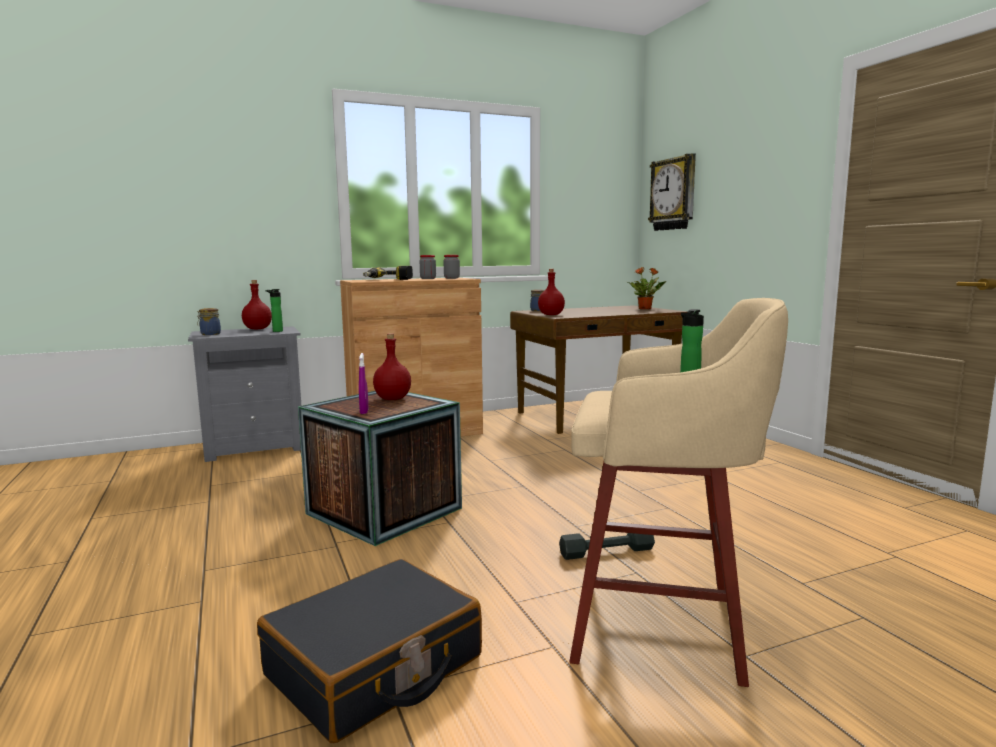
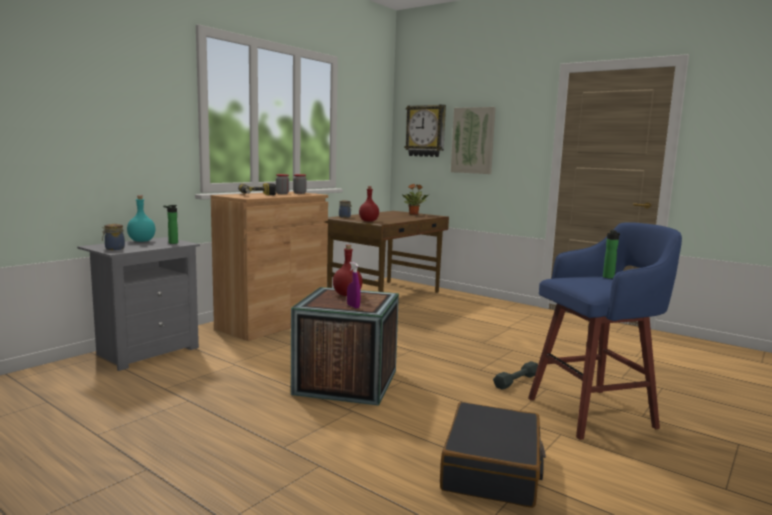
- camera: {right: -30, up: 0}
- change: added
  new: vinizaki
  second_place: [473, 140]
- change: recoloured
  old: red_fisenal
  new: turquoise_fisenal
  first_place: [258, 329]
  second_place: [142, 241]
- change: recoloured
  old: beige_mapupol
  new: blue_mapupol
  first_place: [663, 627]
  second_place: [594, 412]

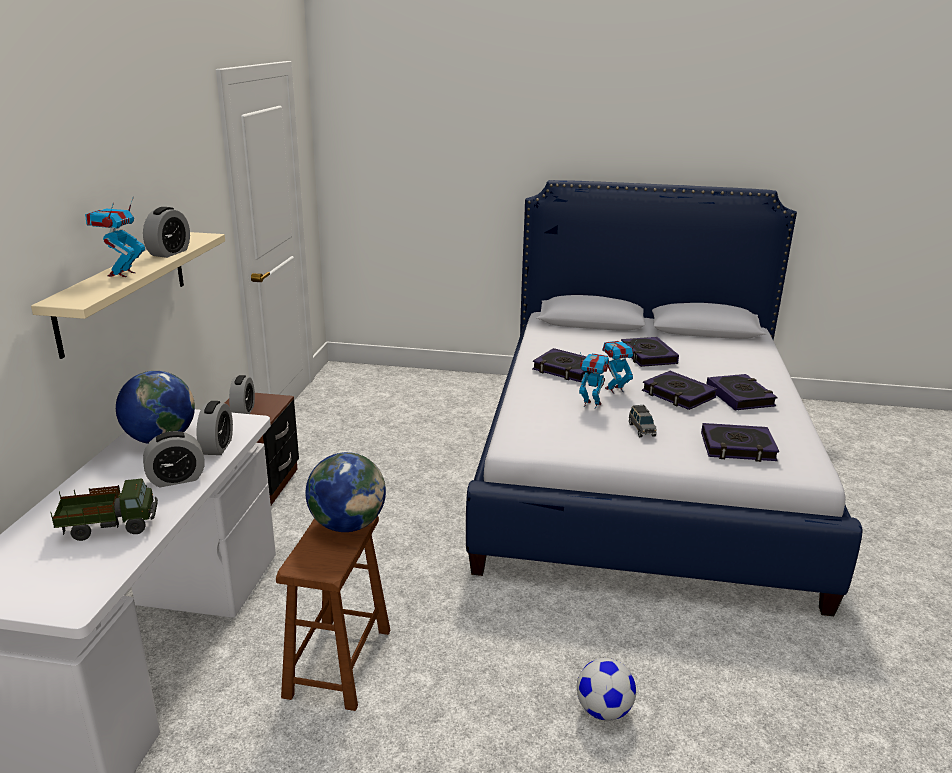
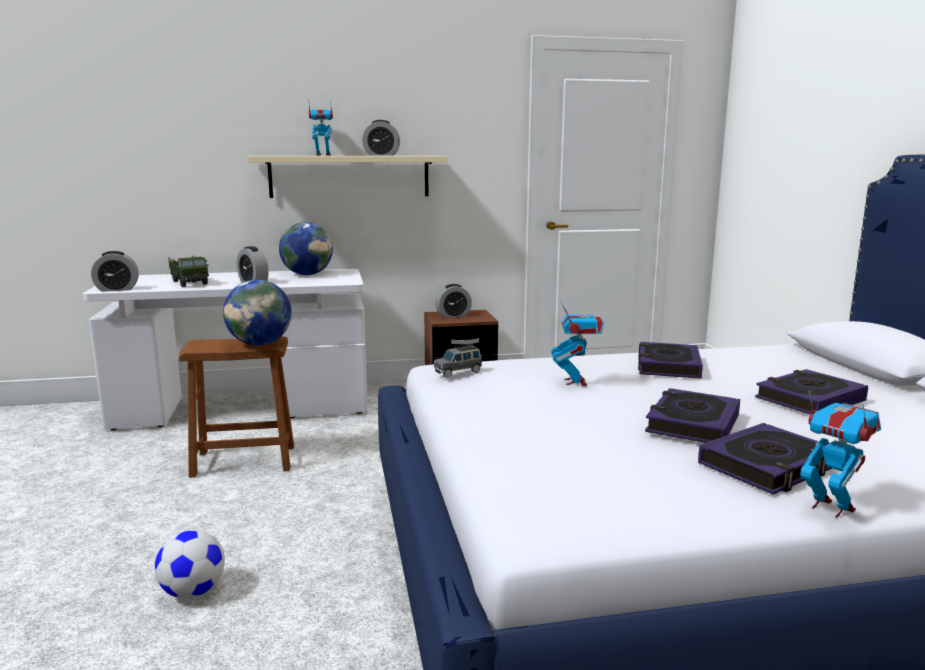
- camera: {right: 70, up: -10}
- change: removed
  old: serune
  first_place: [737, 447]
- change: moved
  old: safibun
  first_place: [217, 447]
  second_place: [117, 289]
- change: moved
  old: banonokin
  first_place: [615, 389]
  second_place: [831, 507]
- change: moved
  old: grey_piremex
  first_place: [641, 429]
  second_place: [458, 372]

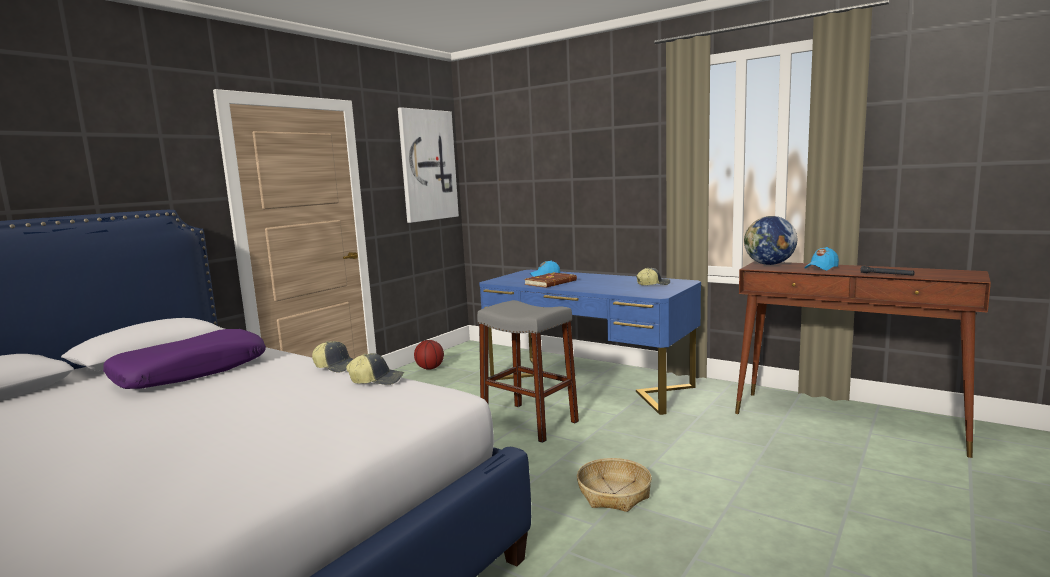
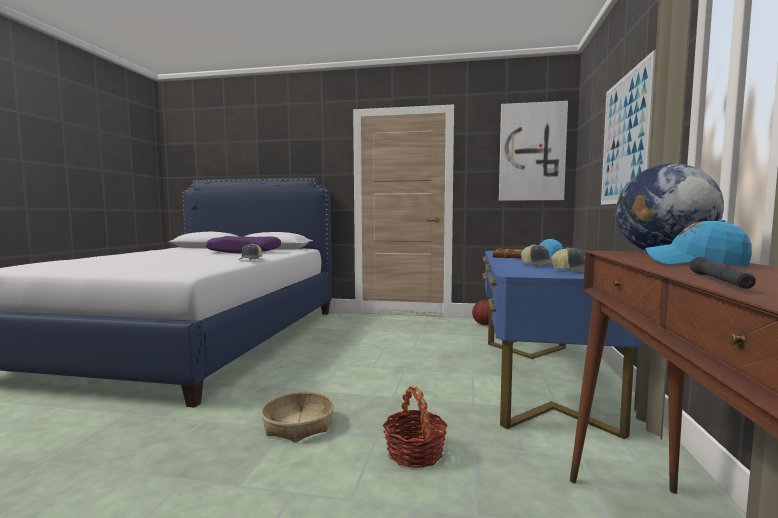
- camera: {right: 65, up: -5}
- change: removed
  old: grey_mapupol
  first_place: [529, 422]
- change: added
  new: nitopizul
  second_place: [415, 453]
- change: added
  new: vinizaki
  second_place: [625, 139]
- change: moved
  old: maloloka
  first_place: [377, 380]
  second_place: [539, 265]

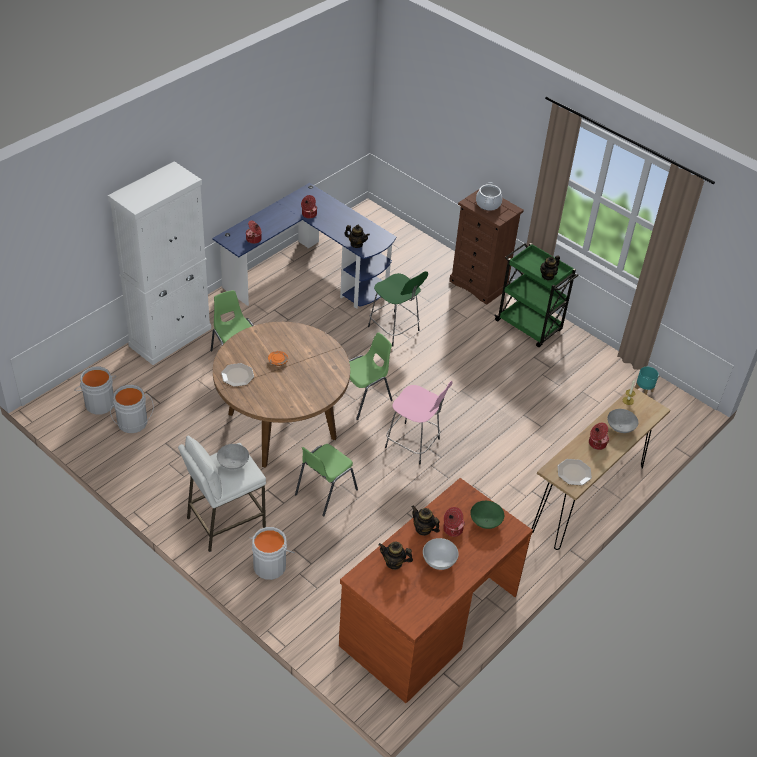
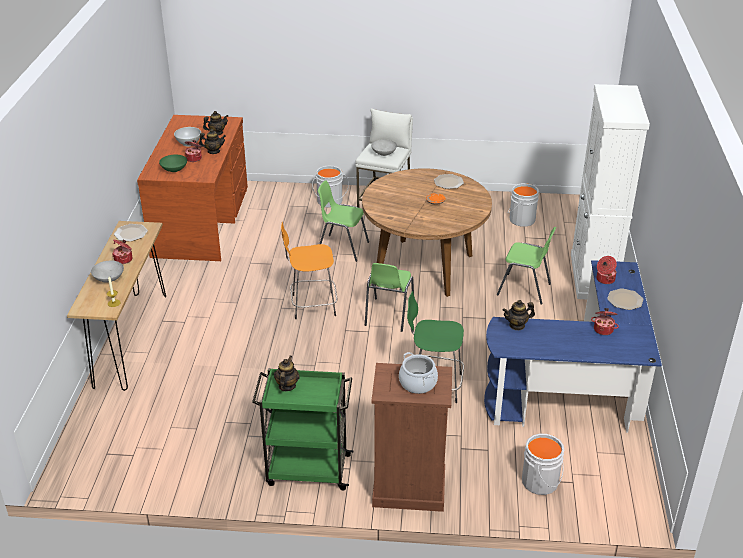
- camera: {right: 145, up: -10}
- change: removed
  old: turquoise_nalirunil
  first_place: [643, 391]
- change: added
  new: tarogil
  second_place: [625, 300]
- change: moved
  old: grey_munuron
  first_place: [99, 403]
  second_place: [542, 482]
- change: recoloured
  old: pink_mapupol
  new: orange_mapupol
  first_place: [414, 444]
  second_place: [311, 305]
- change: turned
  old: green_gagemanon
  first_place: [325, 492]
  second_place: [342, 247]
  degrees: -75

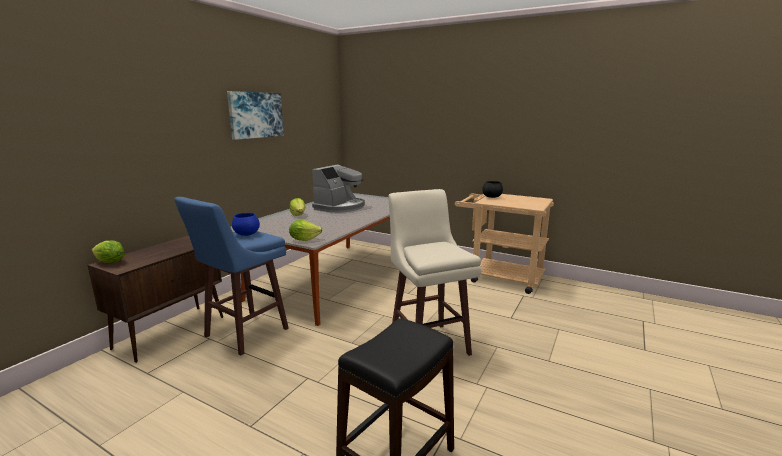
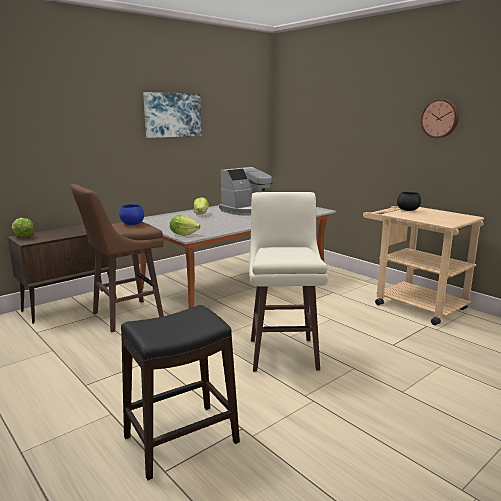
- camera: {right: 20, up: 0}
- change: added
  new: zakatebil
  second_place: [440, 118]
- change: recoloured
  old: blue_mapupol
  new: brown_mapupol
  first_place: [244, 333]
  second_place: [125, 316]

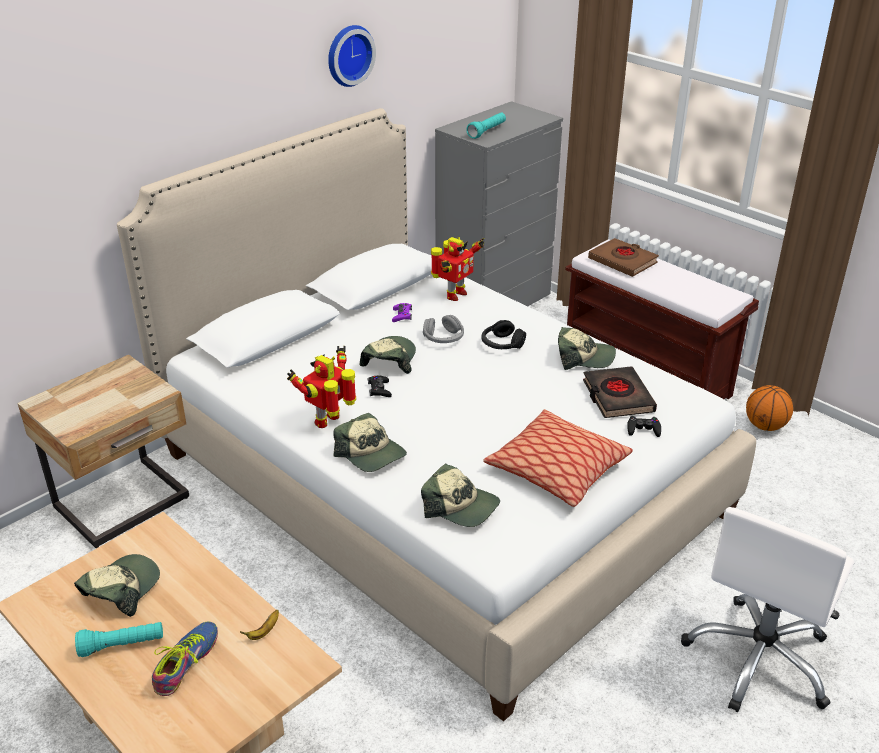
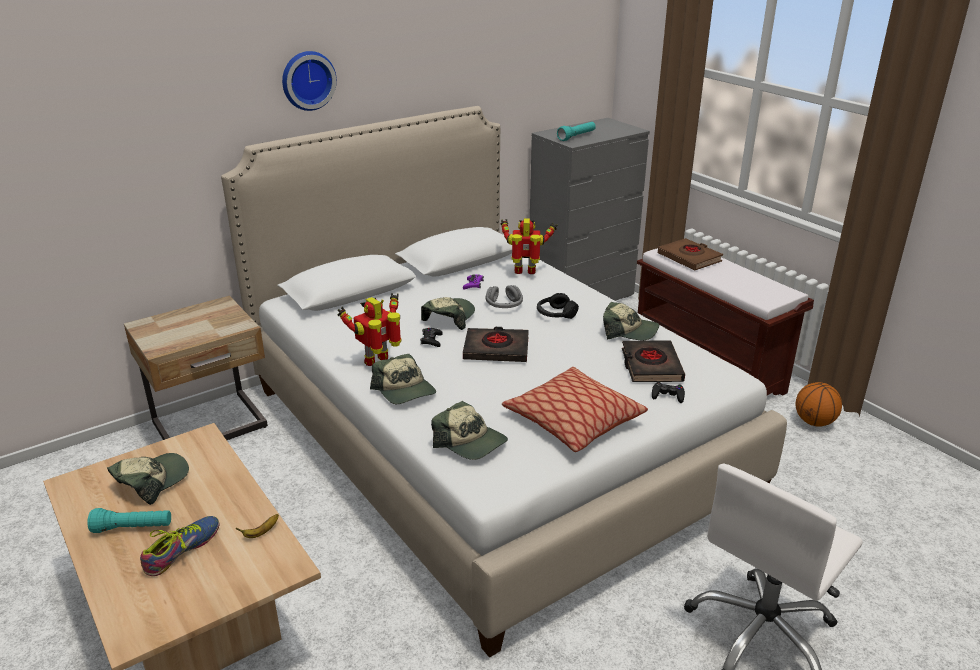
- camera: {right: 10, up: -5}
- change: added
  new: black_serune
  second_place: [496, 349]
- change: moved
  old: zakatebil
  first_place: [348, 55]
  second_place: [307, 80]
- change: turned
  old: banonokin
  first_place: [454, 295]
  second_place: [525, 273]
  degrees: -135

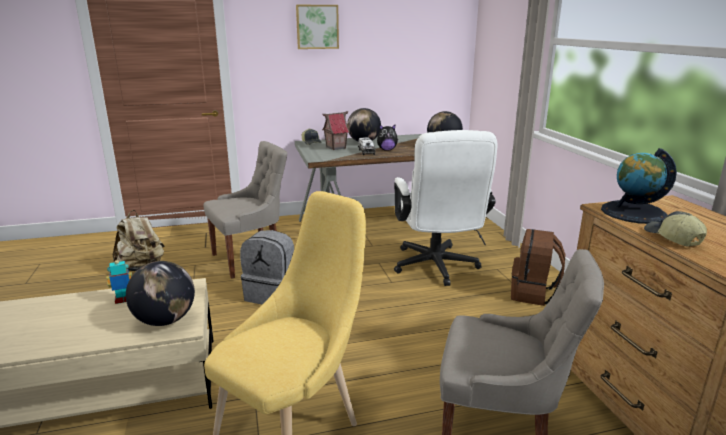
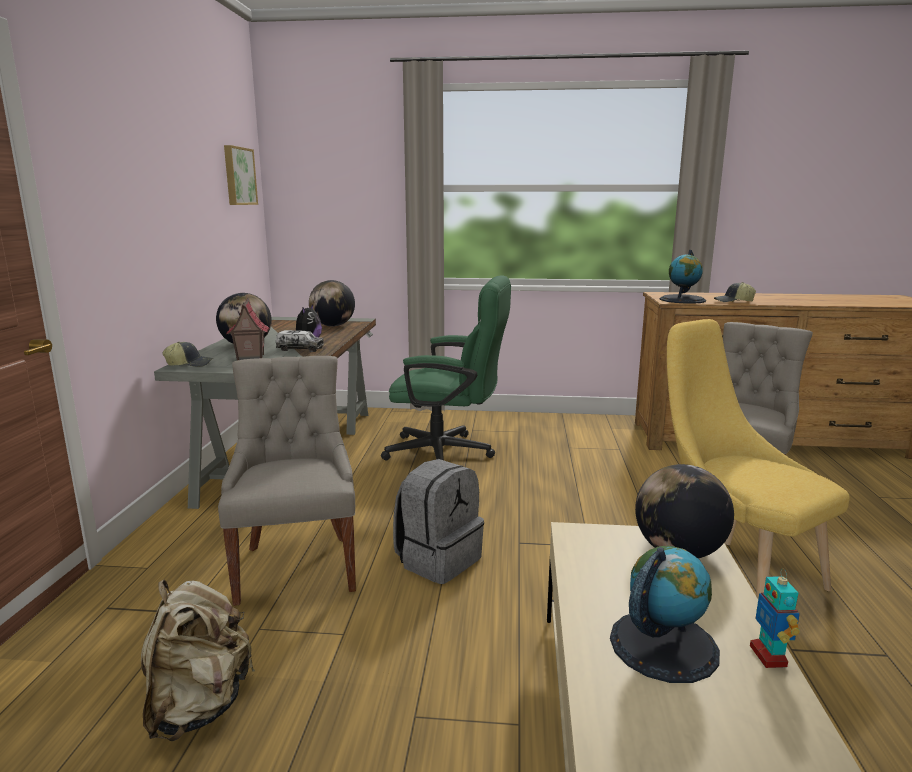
- camera: {right: -70, up: -5}
- change: removed
  old: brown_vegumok
  first_place: [533, 294]
- change: added
  new: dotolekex
  second_place: [663, 645]
- change: moved
  old: banonokin
  first_place: [124, 300]
  second_place: [769, 656]
- change: moved
  old: vinizaki
  first_place: [317, 27]
  second_place: [238, 176]
- change: recoloured
  old: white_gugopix
  new: green_gugopix
  first_place: [436, 268]
  second_place: [449, 453]

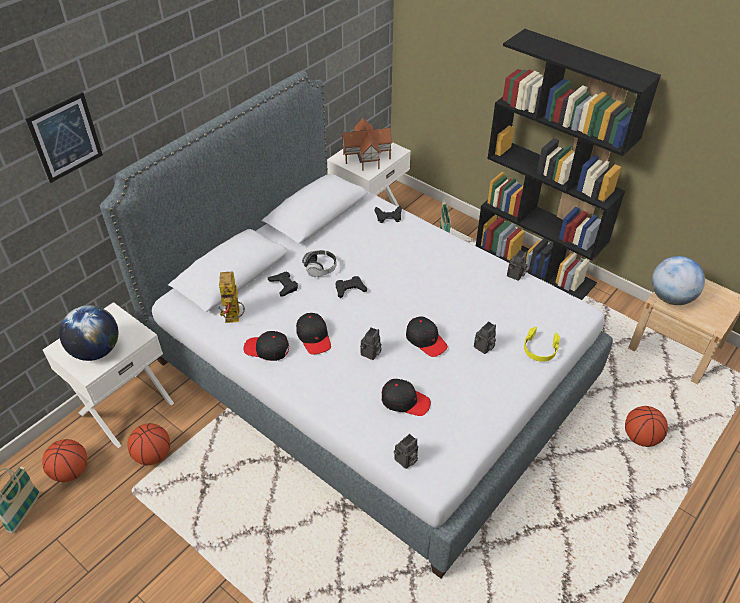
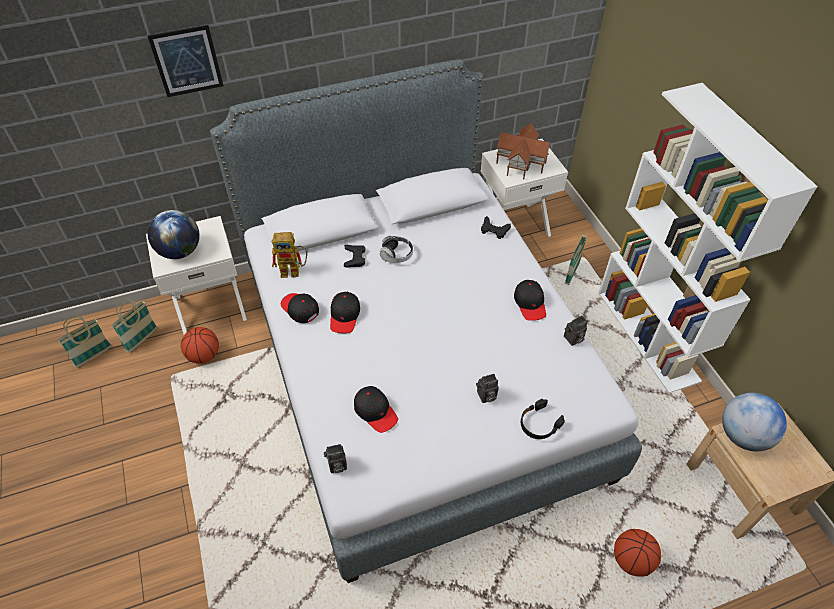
- camera: {right: 30, up: 5}
- change: removed
  old: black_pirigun
  first_place: [350, 289]
- change: removed
  old: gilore
  first_place: [371, 354]
- change: moved
  old: black_maloloka
  first_place: [426, 340]
  second_place: [530, 303]
- change: replaced
  old: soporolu
  new: nitopizul
  first_place: [71, 472]
  second_place: [142, 339]
- change: recoloured
  old: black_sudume
  new: white_sudume
  first_place: [535, 266]
  second_place: [648, 336]
- change: recoloured
  old: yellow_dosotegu
  new: black_dosotegu
  first_place: [540, 349]
  second_place: [539, 423]
- change: turned
  old: banonokin
  first_place: [234, 319]
  second_place: [294, 270]
  degrees: -120

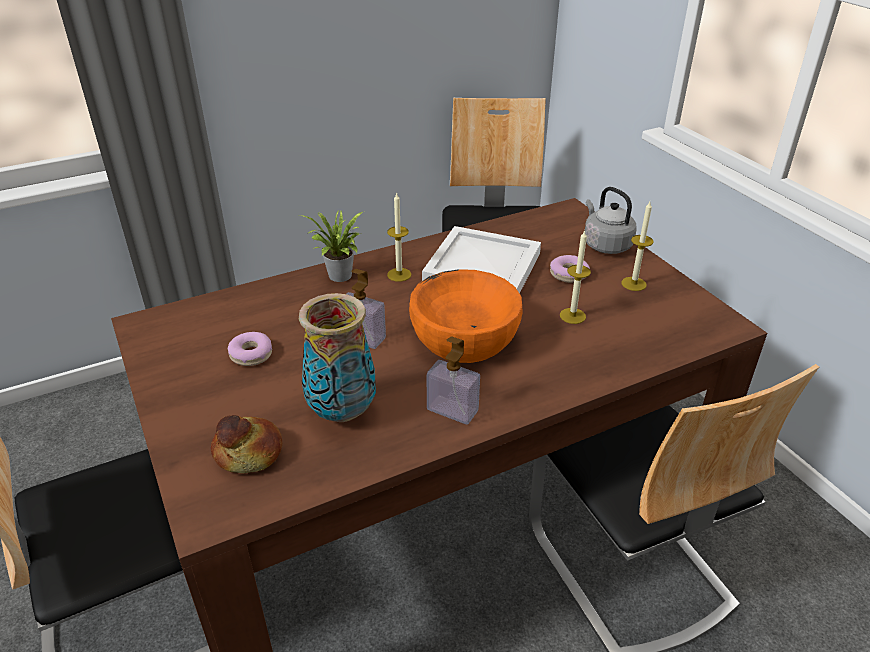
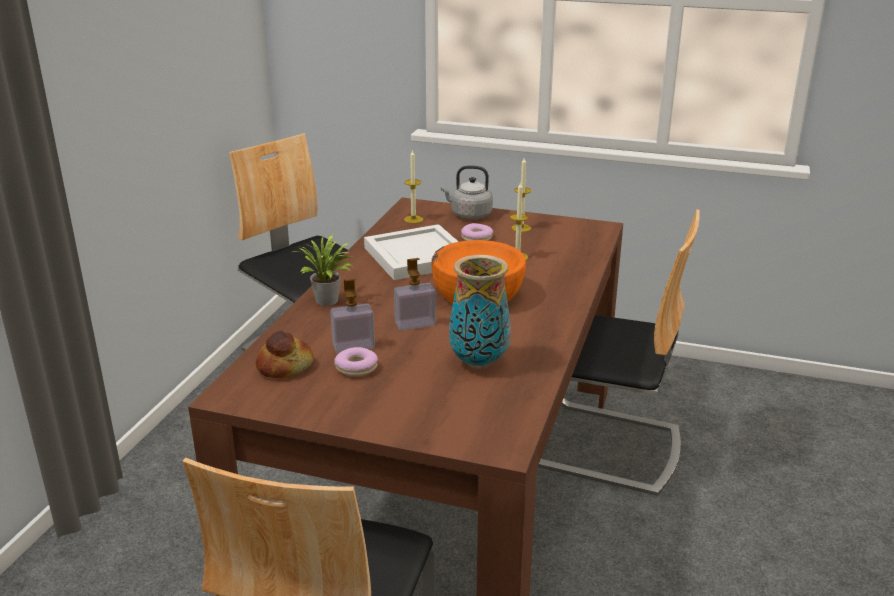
- camera: {right: -45, up: -10}
- change: moved
  old: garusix
  first_place: [248, 454]
  second_place: [285, 367]
- change: moved
  old: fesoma
  first_place: [399, 274]
  second_place: [413, 219]
- change: moved
  old: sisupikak
  first_place: [452, 410]
  second_place: [353, 346]

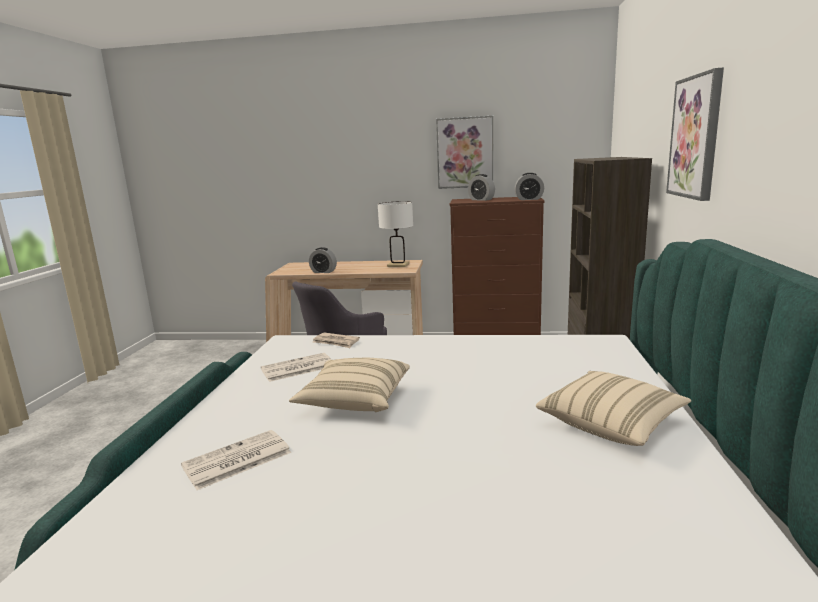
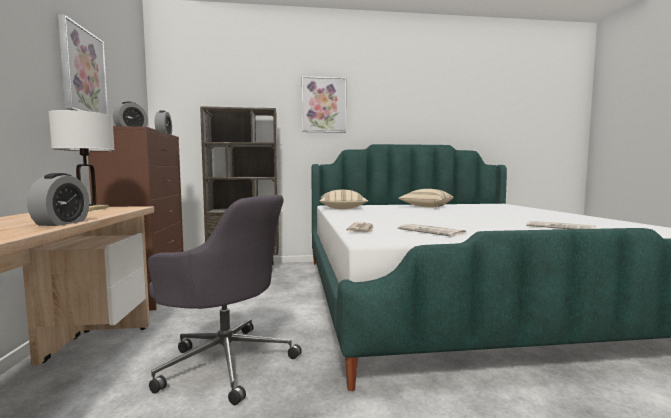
- camera: {right: -105, up: -10}
- change: moved
  old: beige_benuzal
  first_place: [355, 400]
  second_place: [342, 209]

